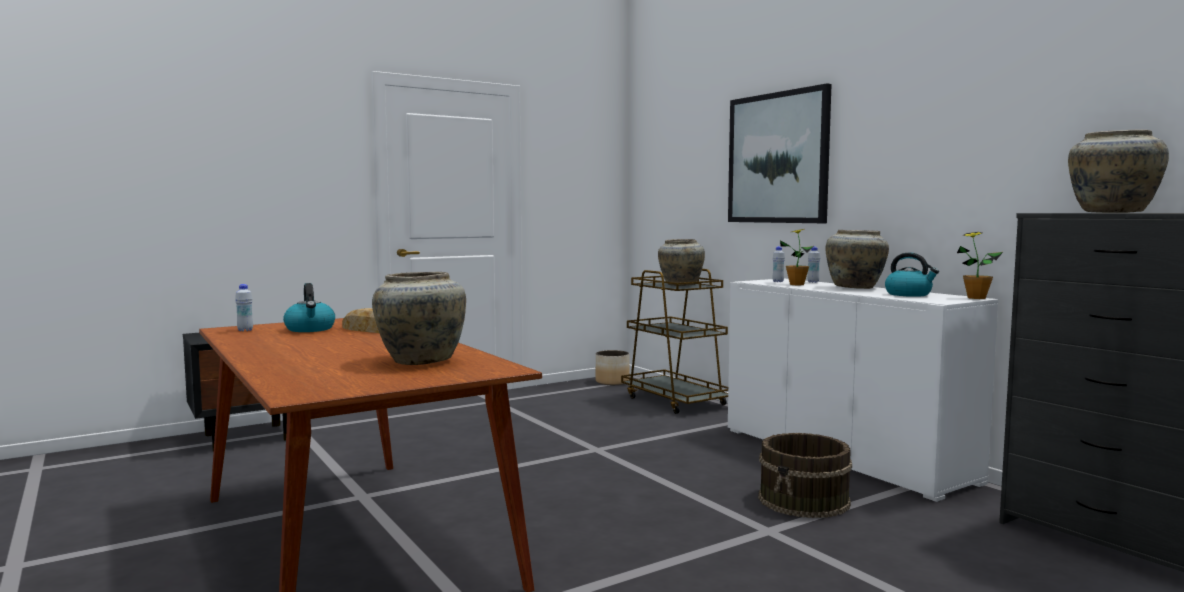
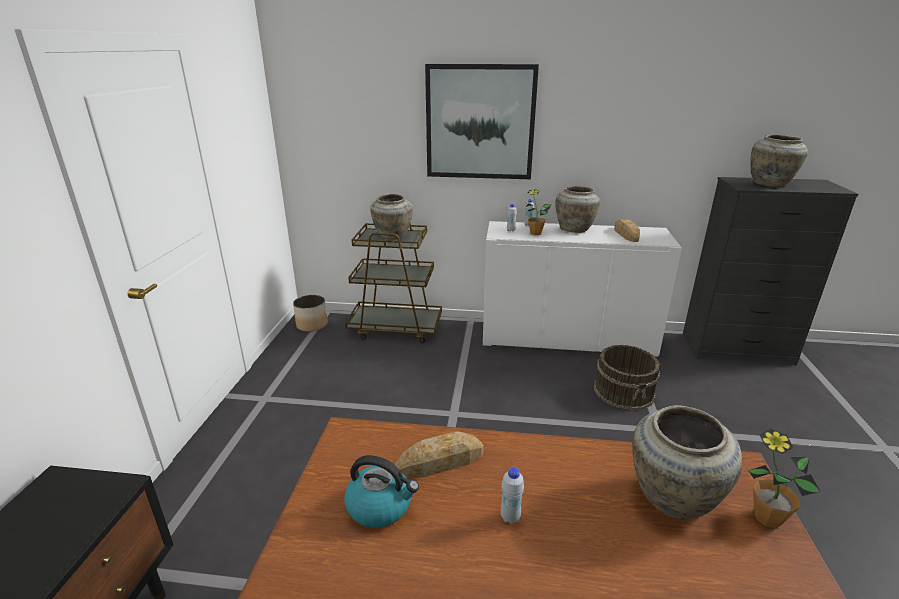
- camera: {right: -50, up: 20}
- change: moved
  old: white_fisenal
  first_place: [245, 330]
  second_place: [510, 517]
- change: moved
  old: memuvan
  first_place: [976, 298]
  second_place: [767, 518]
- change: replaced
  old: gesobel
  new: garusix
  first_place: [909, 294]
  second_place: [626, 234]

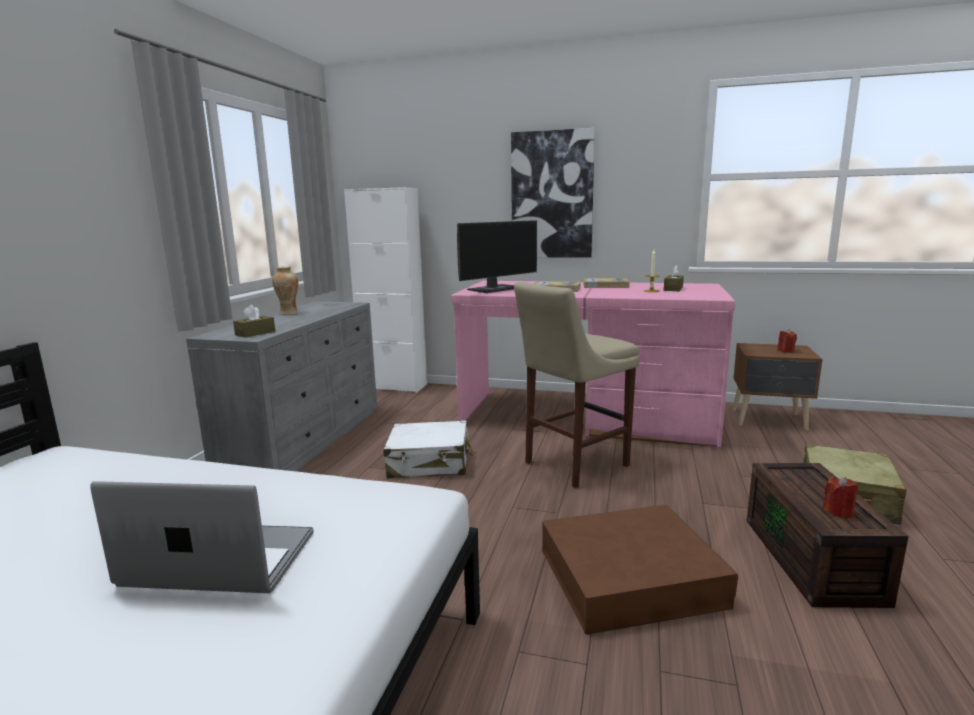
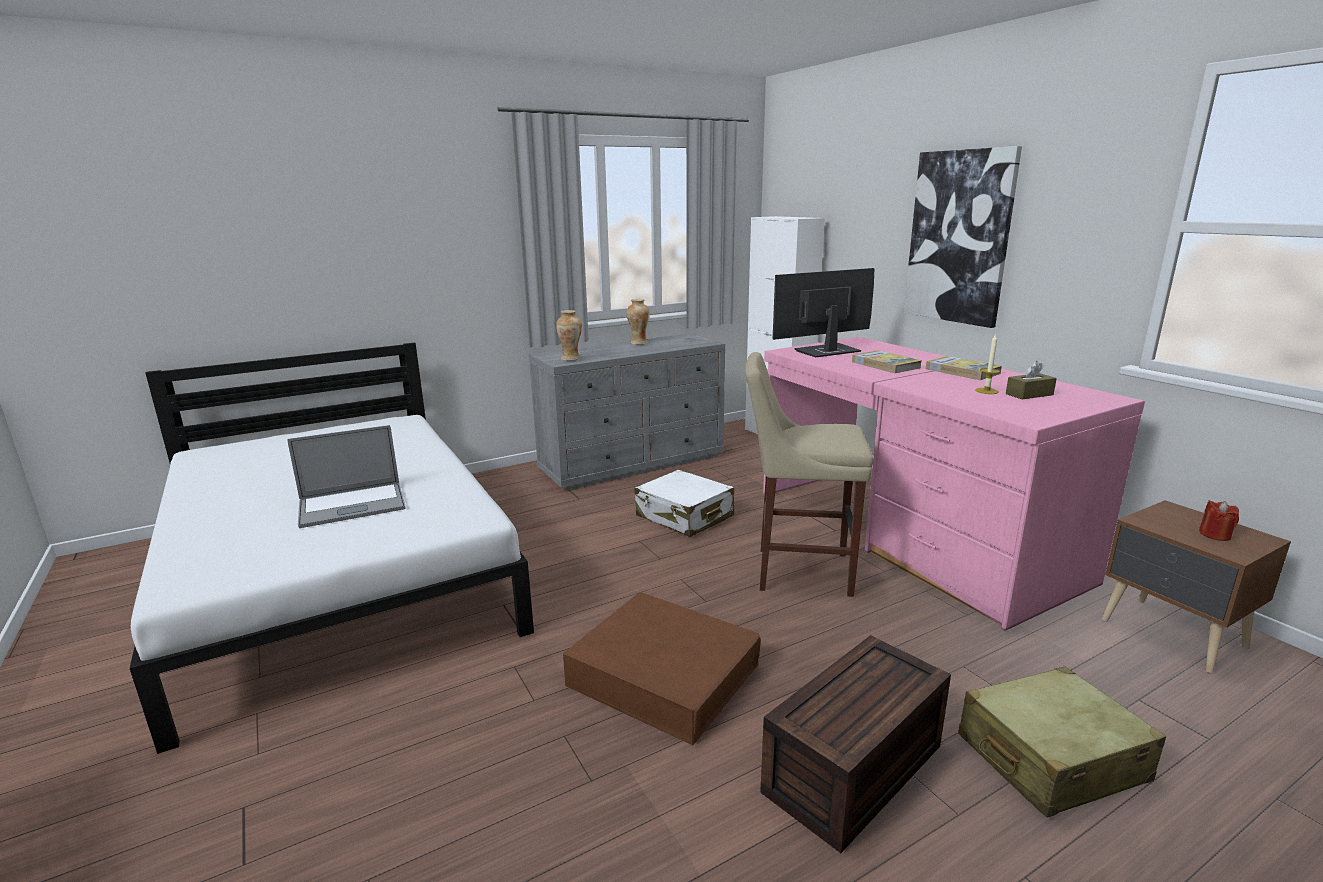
- camera: {right: 45, up: 5}
- change: removed
  old: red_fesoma
  first_place: [838, 512]
- change: replaced
  old: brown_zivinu
  new: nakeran
  first_place: [255, 333]
  second_place: [570, 359]
- change: turned
  old: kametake
  first_place: [220, 559]
  second_place: [352, 505]
  degrees: 105
- change: turned
  old: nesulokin
  first_place: [495, 289]
  second_place: [826, 352]
  degrees: 150

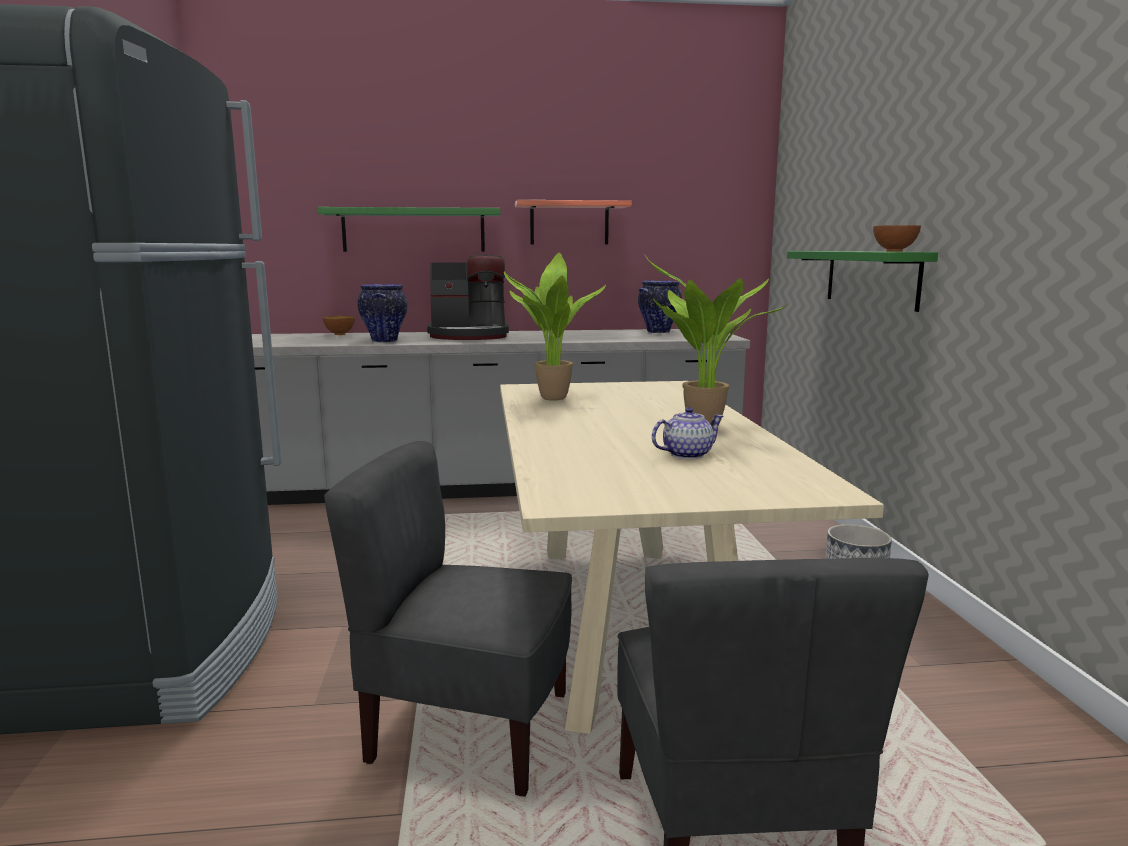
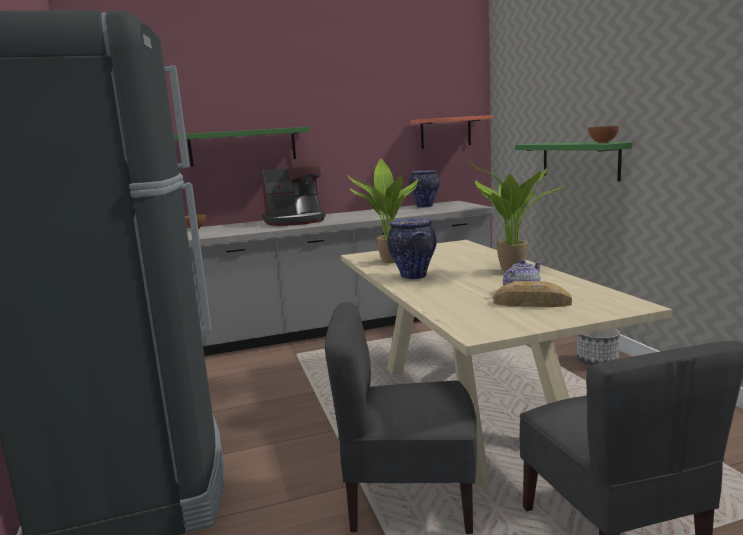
- camera: {right: -10, up: 0}
- change: added
  new: garusix
  second_place: [531, 303]
- change: moved
  old: nakeran
  first_place: [384, 341]
  second_place: [413, 276]
- change: moved
  old: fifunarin
  first_place: [569, 223]
  second_place: [445, 132]

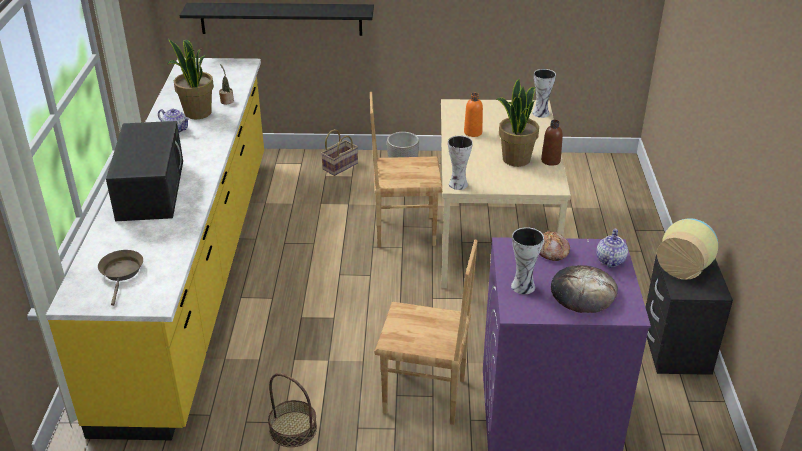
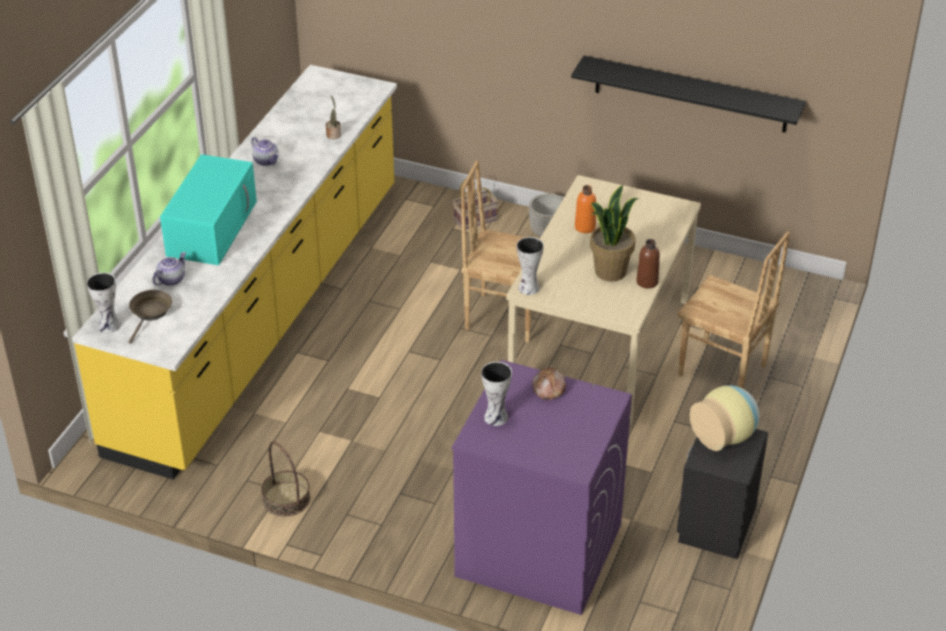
- camera: {right: 20, up: 5}
- change: removed
  old: memuvan
  first_place: [197, 113]
- change: removed
  old: garusix
  first_place: [583, 292]
- change: moved
  old: black_fifunarin
  first_place: [281, 19]
  second_place: [690, 94]
- change: moved
  old: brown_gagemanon
  first_place: [425, 397]
  second_place: [722, 372]
- change: moved
  old: nakeran
  first_place: [541, 113]
  second_place: [110, 325]
- change: moved
  old: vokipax
  first_place: [610, 260]
  second_place: [171, 279]
- change: recoloured
  old: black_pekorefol
  new: turquoise_pekorefol
  first_place: [150, 188]
  second_place: [212, 227]

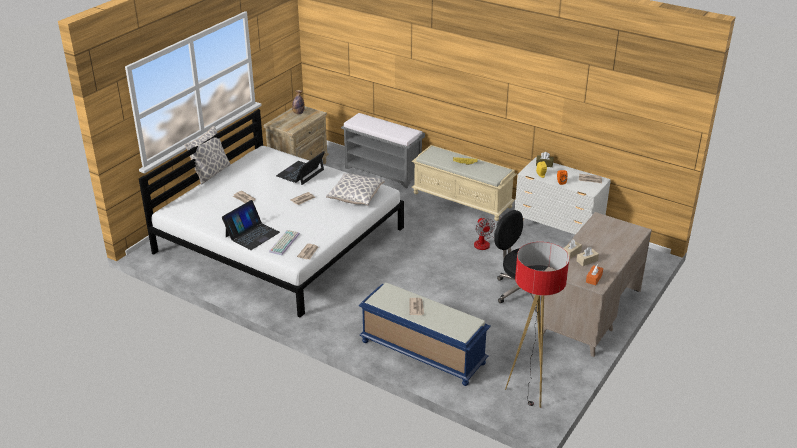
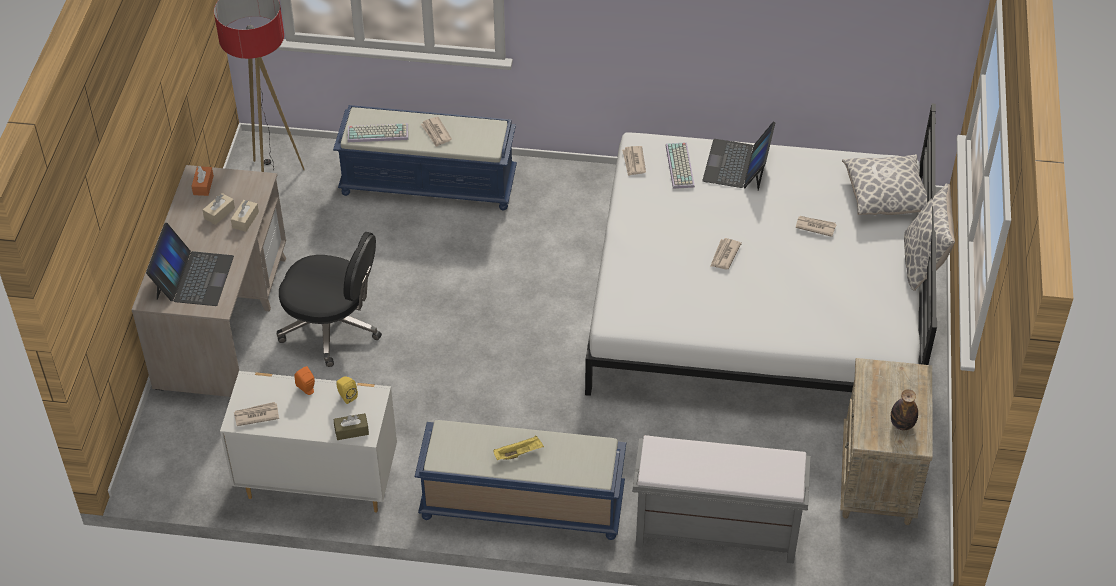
- camera: {right: 155, up: 15}
- change: removed
  old: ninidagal
  first_place: [485, 242]
- change: added
  new: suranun
  second_place: [378, 132]
- change: moved
  old: kametake
  first_place: [300, 173]
  second_place: [193, 277]
- change: moved
  old: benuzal
  first_place: [356, 197]
  second_place: [885, 196]
- change: recoloured
  old: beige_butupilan
  new: blue_butupilan
  first_place: [463, 200]
  second_place: [521, 505]

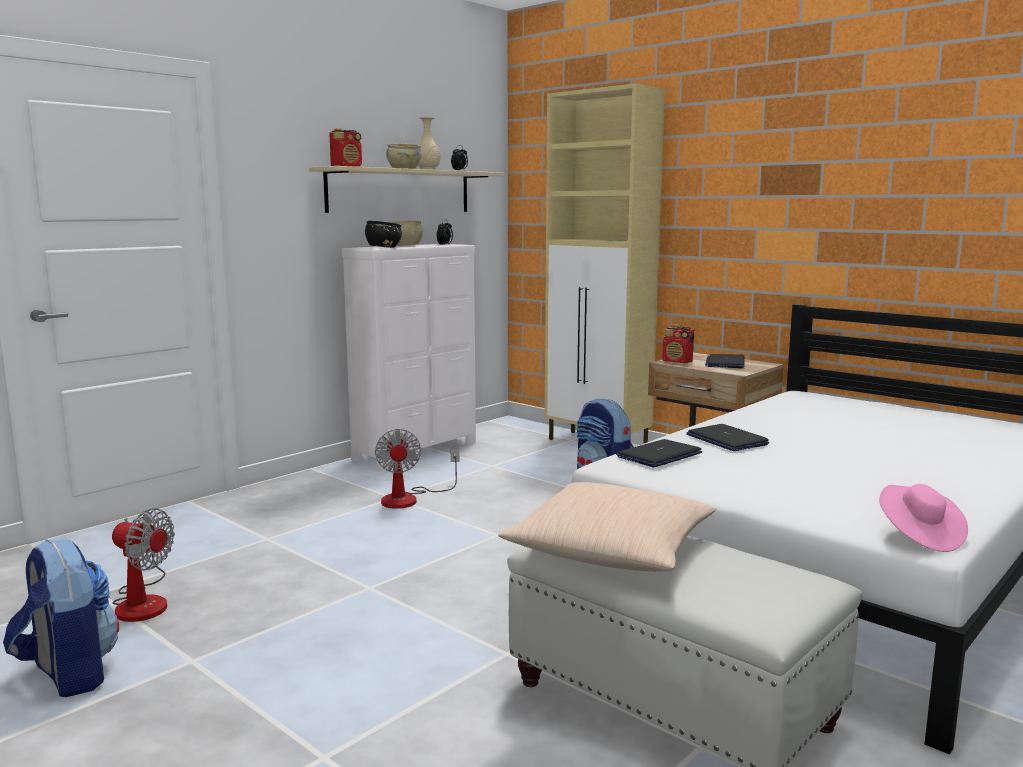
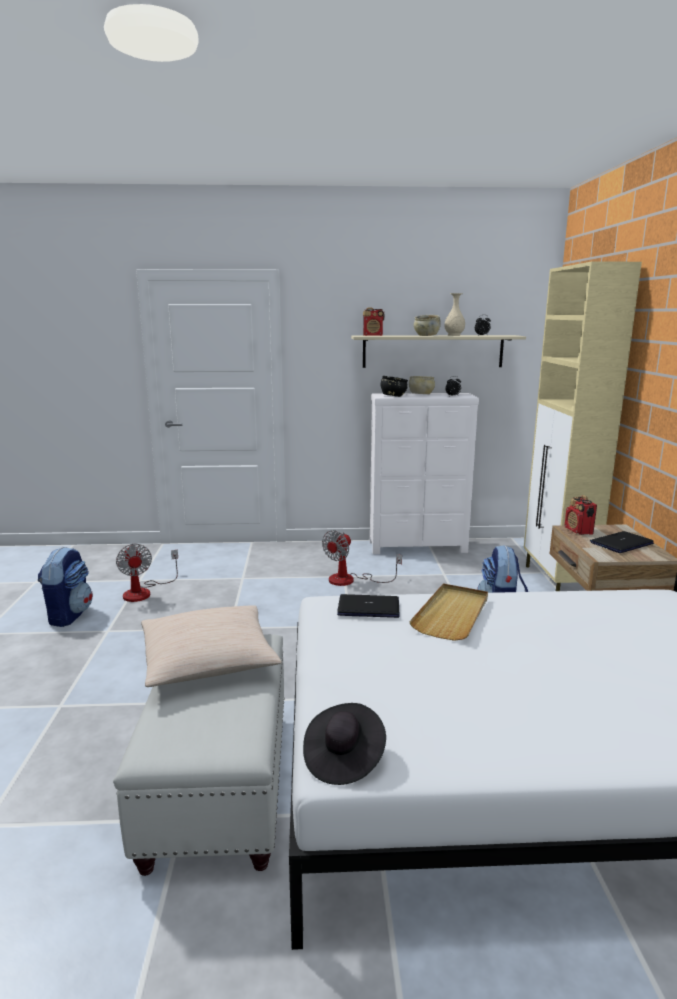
- camera: {right: 45, up: 5}
- change: replaced
  old: kametake
  new: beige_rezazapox
  first_place: [726, 440]
  second_place: [452, 614]
- change: recoloured
  old: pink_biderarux
  new: black_biderarux
  first_place: [919, 536]
  second_place: [343, 758]

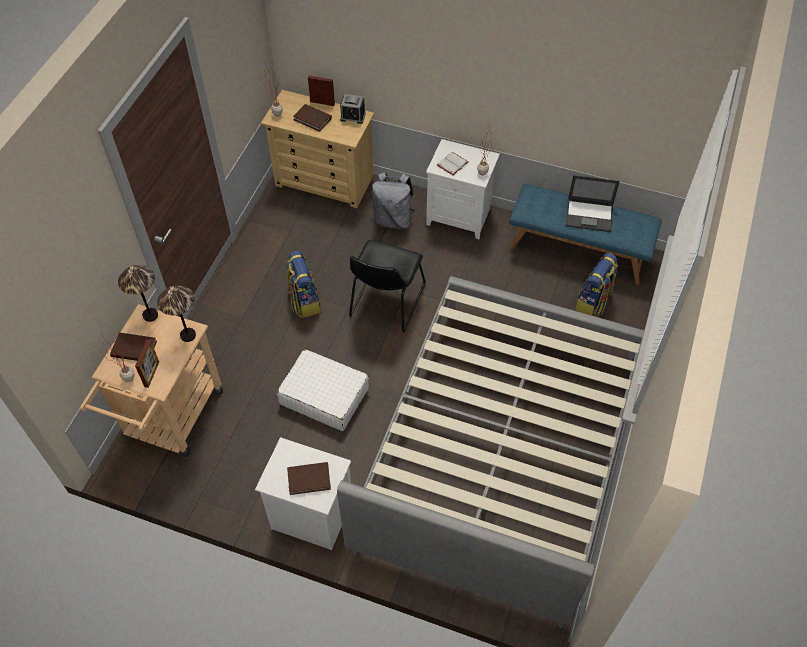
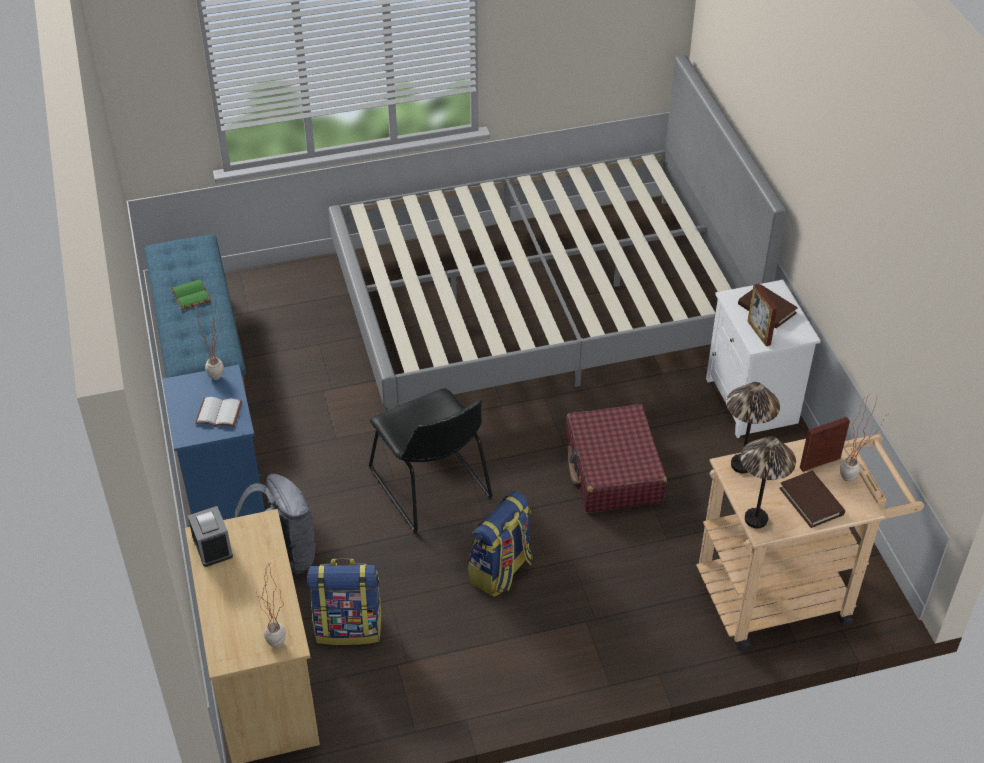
- camera: {right: -125, up: -10}
- change: removed
  old: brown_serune
  first_place: [312, 119]
- change: moved
  old: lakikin
  first_place: [322, 103]
  second_place: [759, 333]
- change: moved
  old: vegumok
  first_place: [593, 303]
  second_place: [349, 627]
- change: replaced
  old: kametake
  new: green_serune
  first_place: [590, 215]
  second_place: [189, 295]
- change: recoloured
  old: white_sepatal
  new: red_sepatal
  first_place: [324, 396]
  second_place: [613, 471]
- change: recoloured
  old: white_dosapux
  new: blue_dosapux
  first_place: [460, 216]
  second_place: [222, 489]
- change: turned
  old: black_gagemanon
  first_place: [386, 303]
  second_place: [433, 488]
  degrees: 75

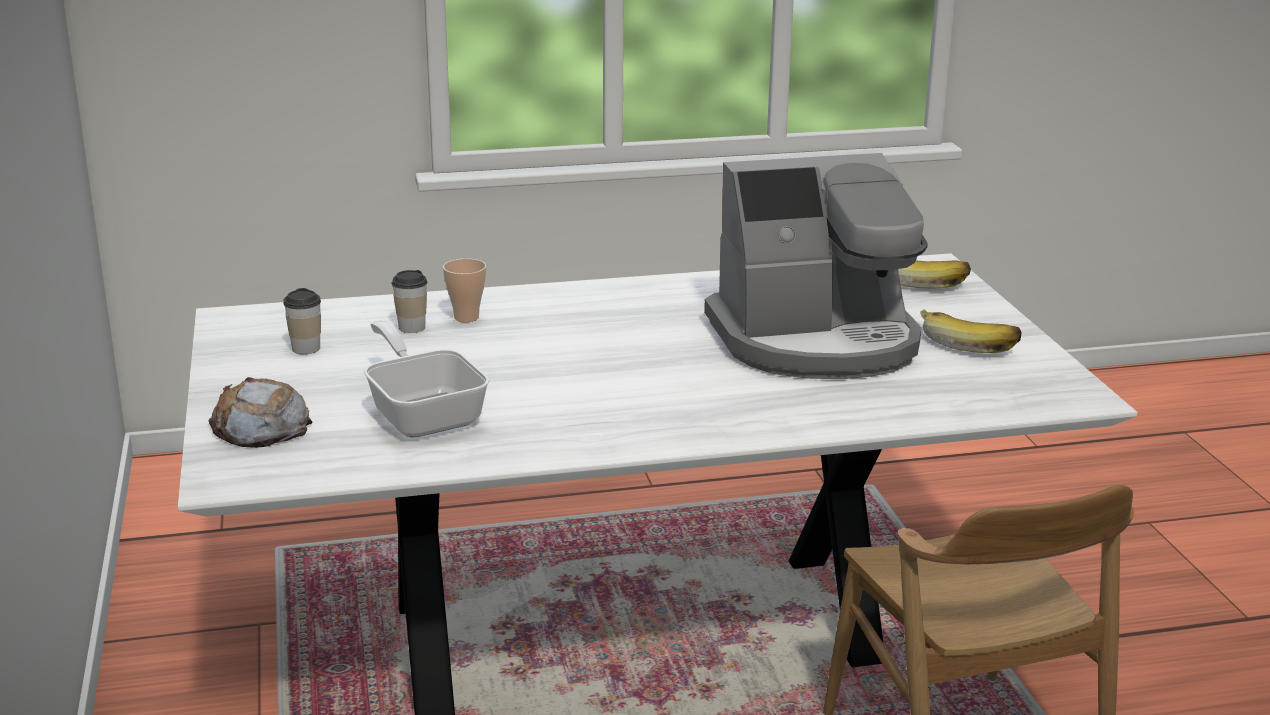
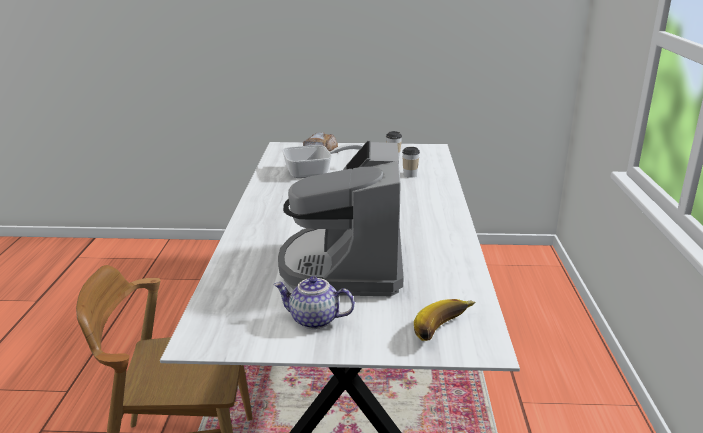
- camera: {right: 105, up: 0}
- change: removed
  old: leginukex
  first_place: [466, 317]
- change: replaced
  old: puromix
  new: vokipax
  first_place: [968, 343]
  second_place: [313, 320]

